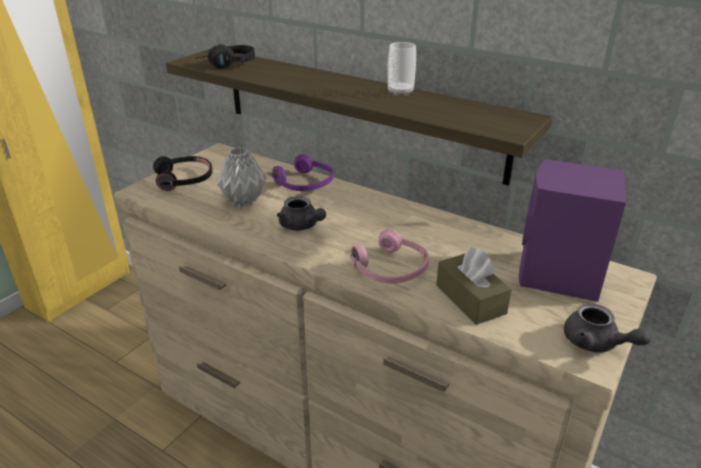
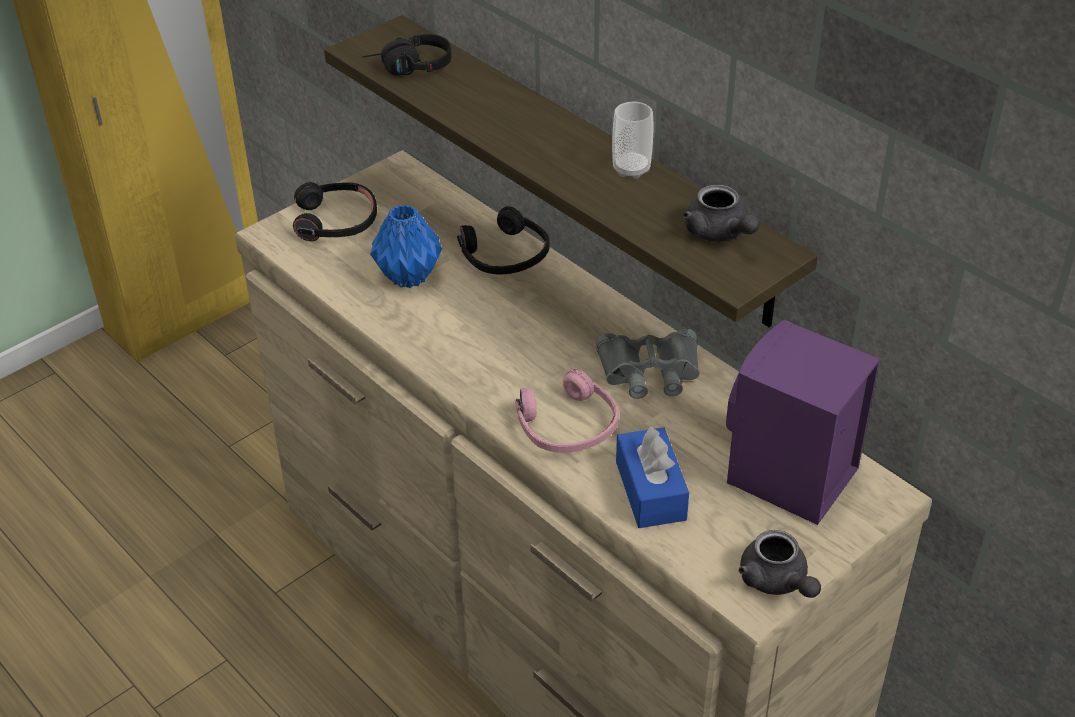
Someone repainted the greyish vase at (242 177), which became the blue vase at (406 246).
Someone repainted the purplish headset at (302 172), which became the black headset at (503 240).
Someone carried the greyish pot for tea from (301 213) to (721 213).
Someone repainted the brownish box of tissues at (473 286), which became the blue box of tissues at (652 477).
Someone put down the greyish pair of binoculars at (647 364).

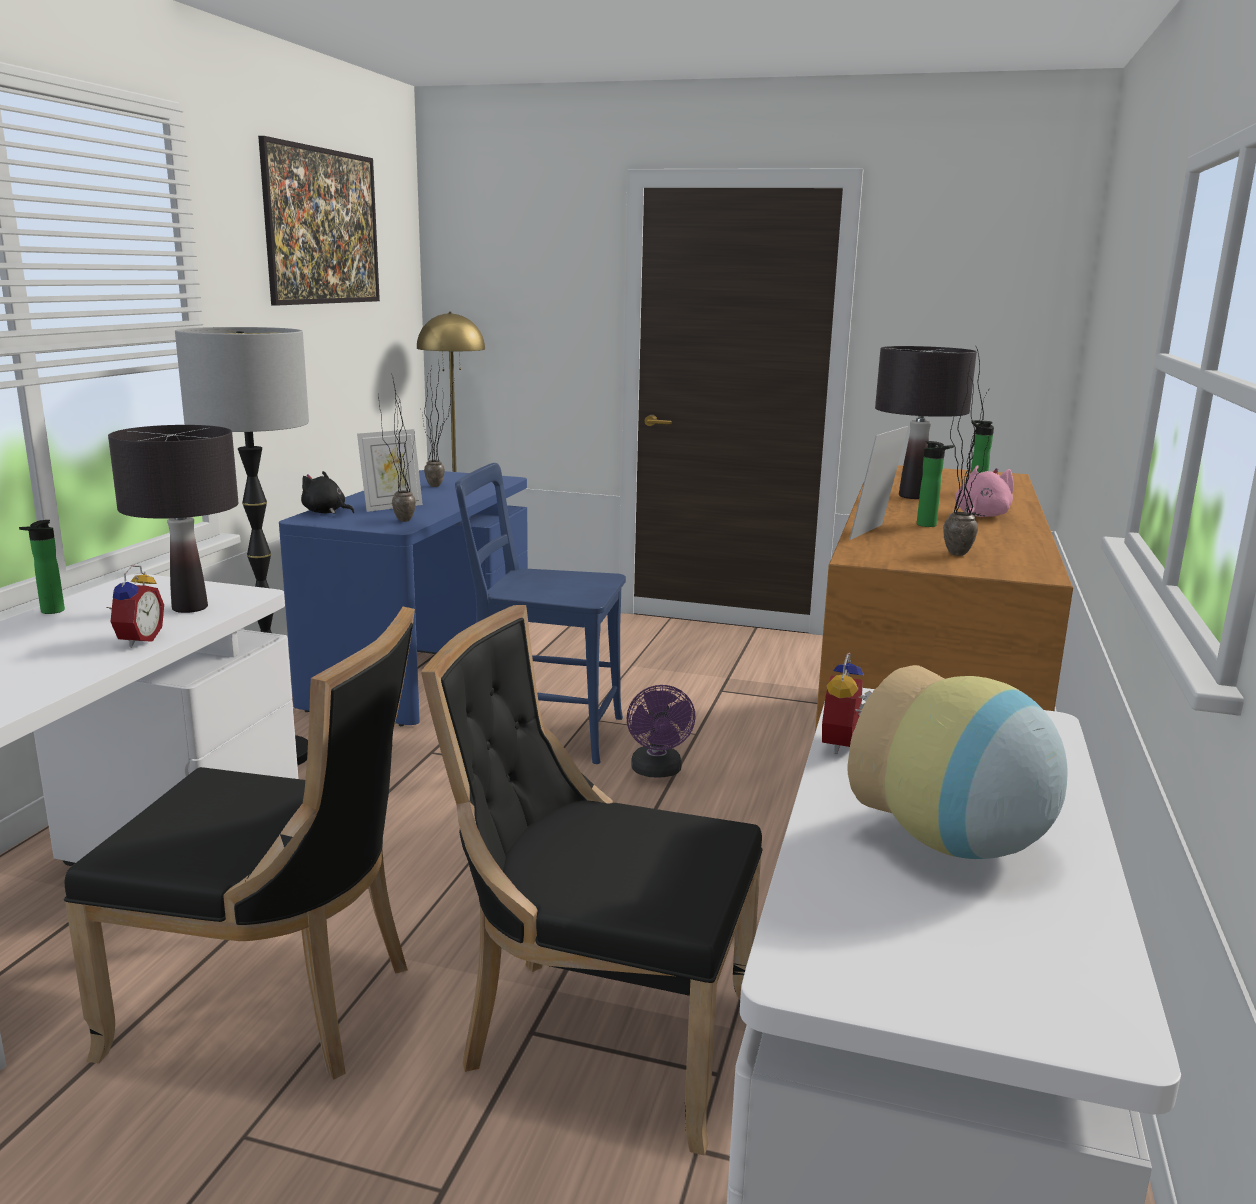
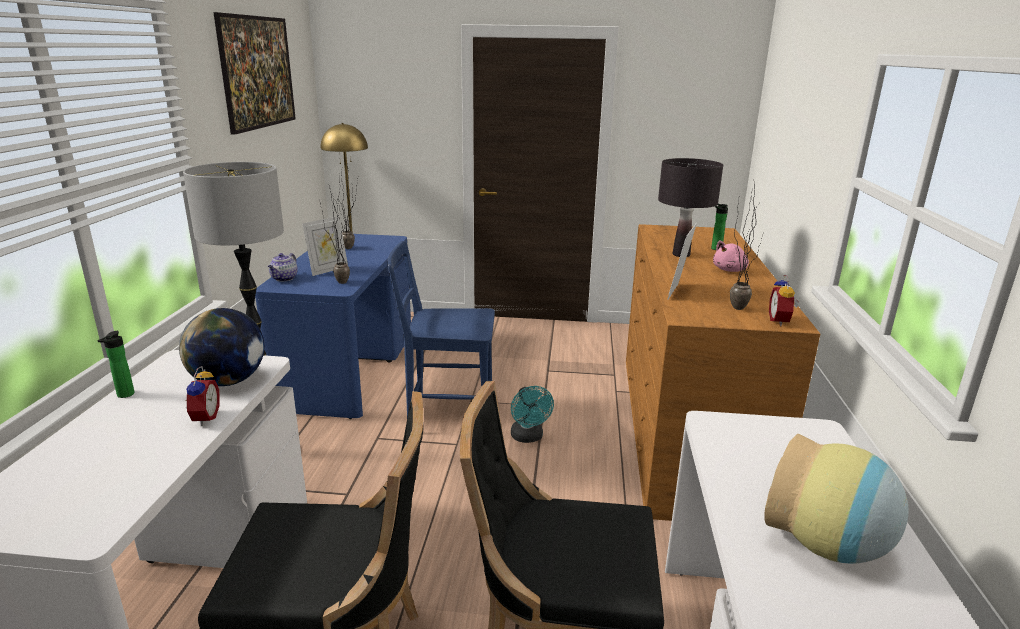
Someone swapped the black lamp for a table at (173 519) for the desk globe at (221 347).
Someone took away the drink bottle at (935 484).
Someone rotated the pinkish soft toy at (984 491) by 150 degrees counterclockwise.
Someone swapped the black soft toy at (327 492) for the pot for tea at (283 267).
Someone carried the bedside clock from (847 703) to (784 300).
Someone repainted the purplish cooling fan at (661 731), which became the blue-green cooling fan at (532 414).

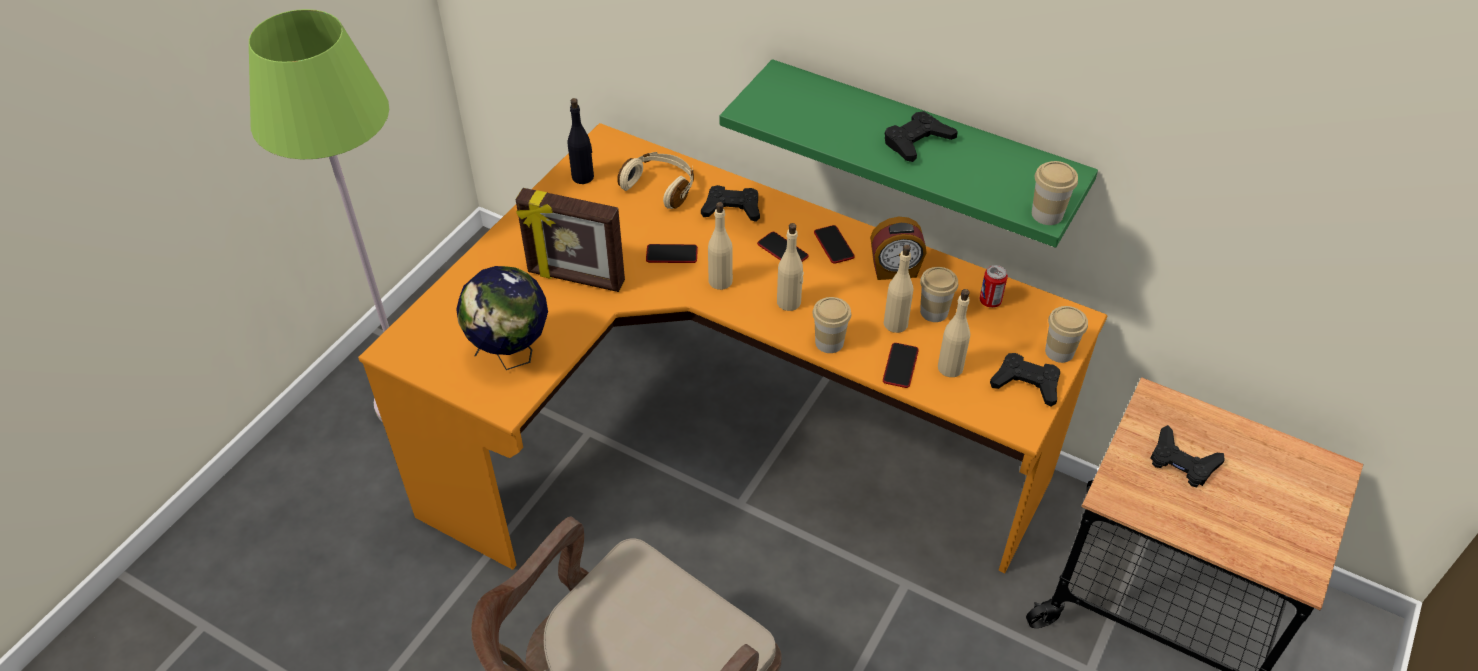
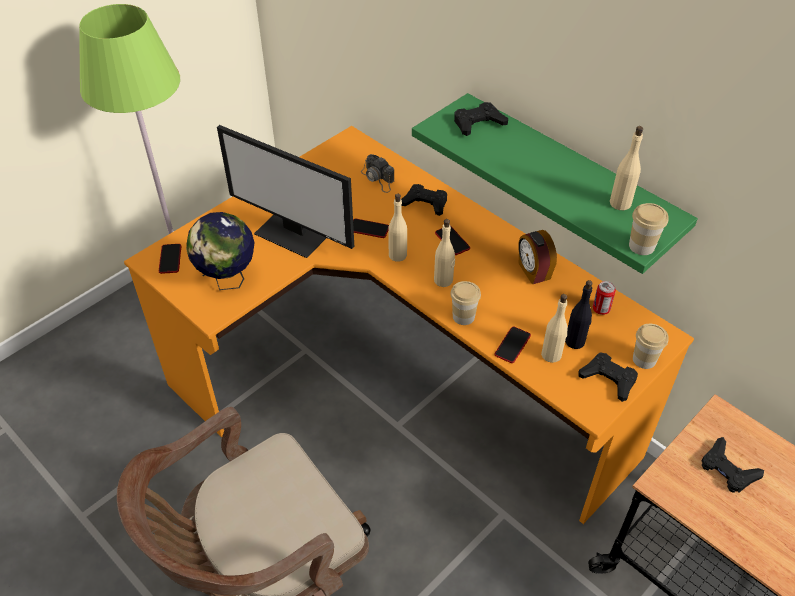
Someone carried the black drink bottle from (581 141) to (579 314).
Someone carried the black joypad from (921 136) to (481 119).
Someone swapped the sand-coloured headset at (655 180) for the photo camera at (377 173).
Someone swapped the picture frame at (570 240) for the monitor at (285 191).
Someone rotated the bedside clock at (898 248) by 60 degrees clockwise.
Someone carried the handset from (834 244) to (170 259).
Someone carried the sand-coloured drink bottle from (898 289) to (626 168).
Someone took away the cup at (939 294).

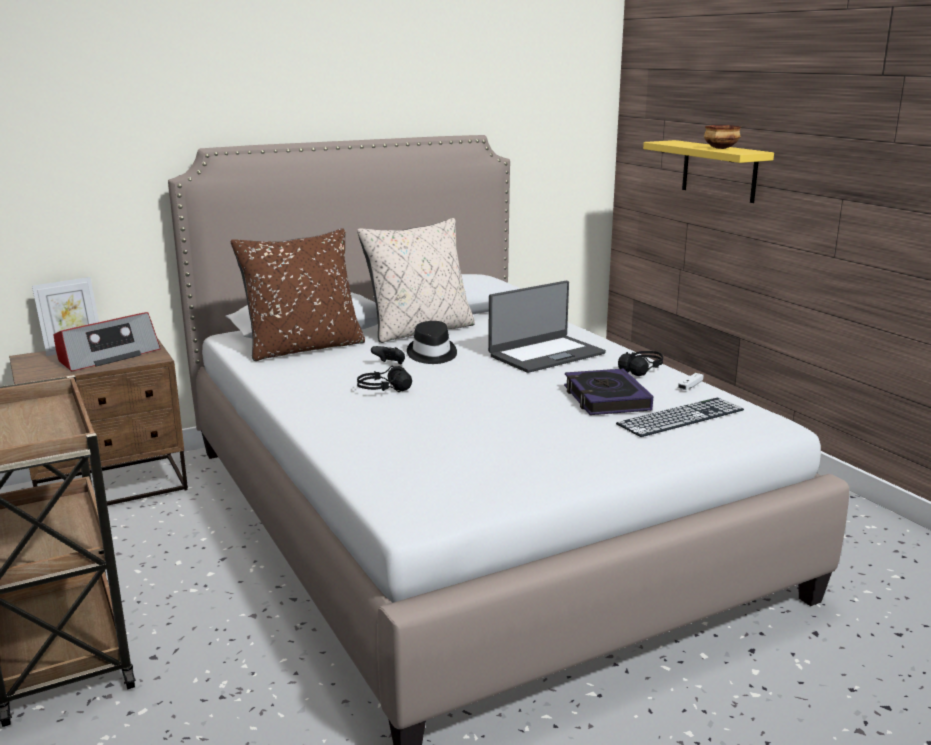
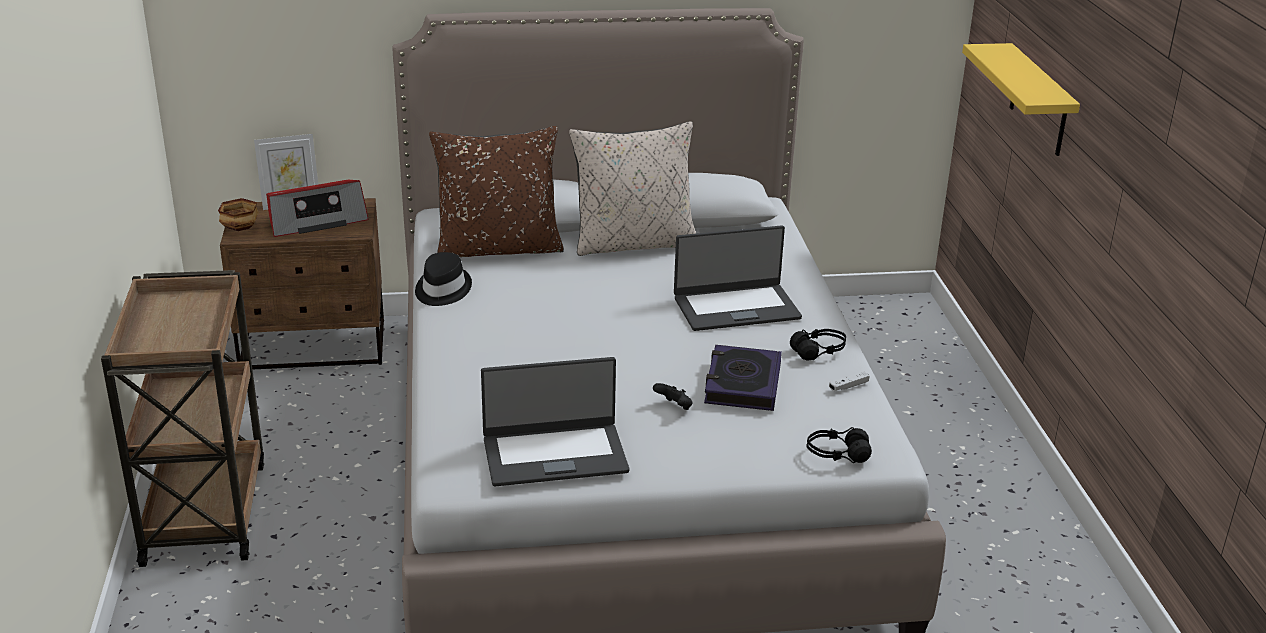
Someone carried the deep dish from (722 137) to (238 214).
Someone carried the black clothing hat from (432 342) to (443 279).
Someone carried the black joypad from (388 355) to (673 396).
Someone carried the black headset from (384 378) to (839 445).
Someone took away the keyboard at (680 417).
Someone put down the laptop at (555 421).

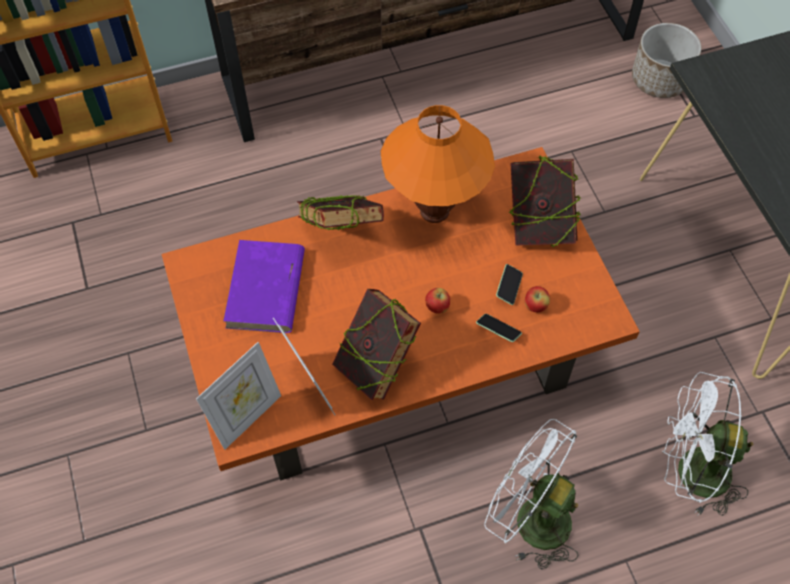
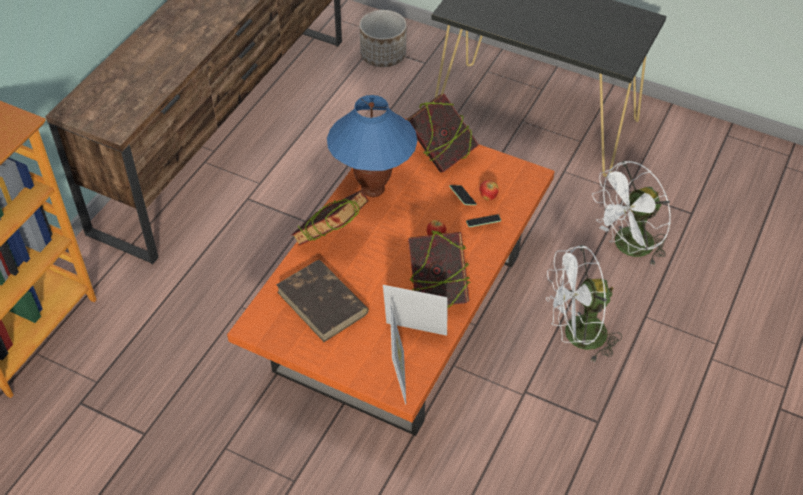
Someone repainted the orange lamp for a table at (437 164), which became the blue lamp for a table at (372 146).
Someone repainted the purplish volume at (264 286), which became the brownish volume at (322 301).

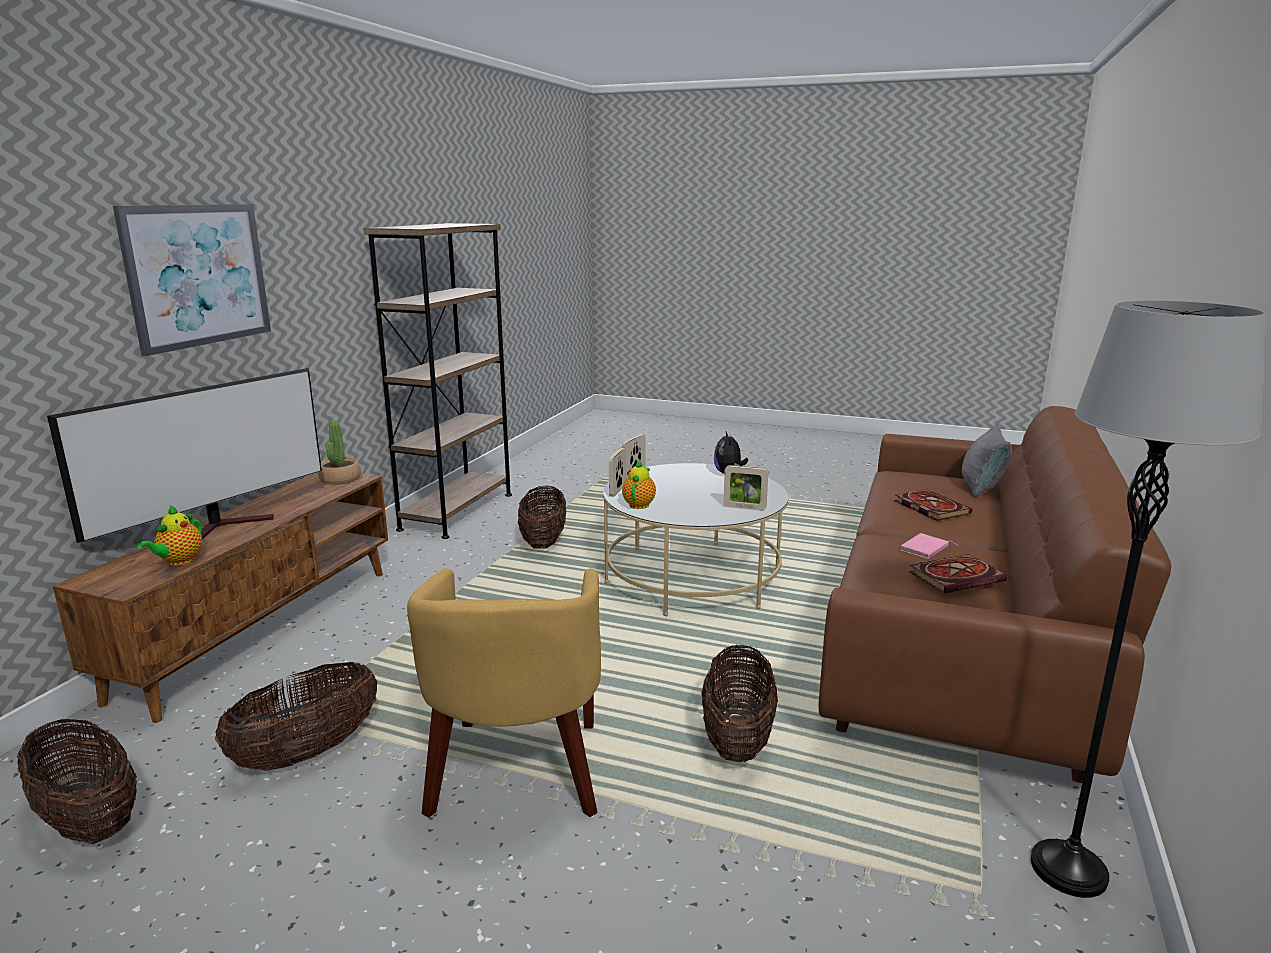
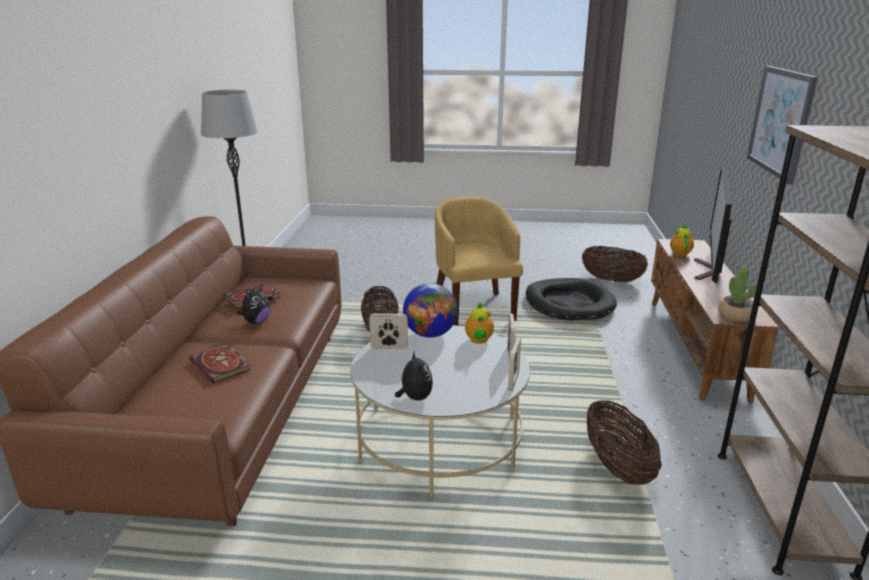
Someone took away the greyish cushion at (986 460).
Someone swapped the pinkish volume at (929 546) for the soft toy at (253 304).
Someone swapped the household basket at (296 716) for the black dog cushion at (571 299).
Someone put down the desk globe at (430 310).

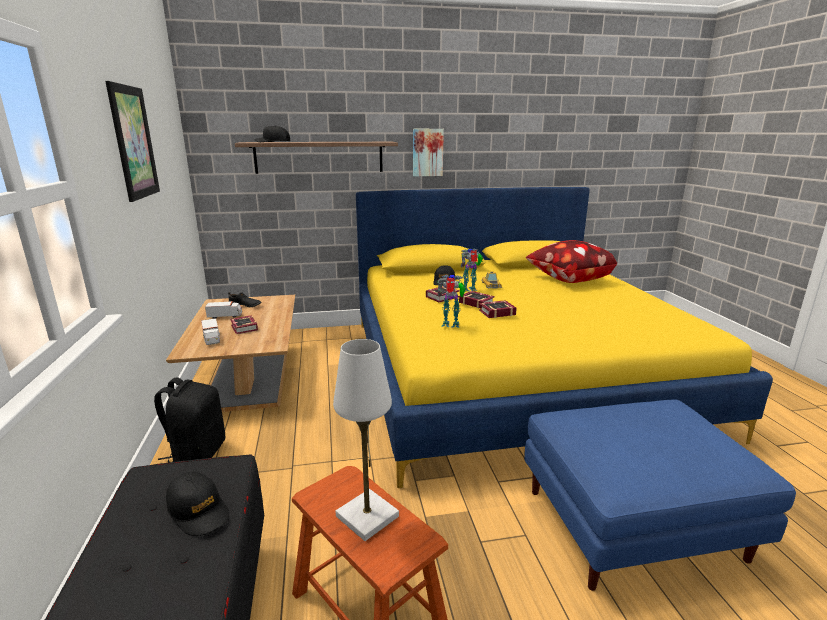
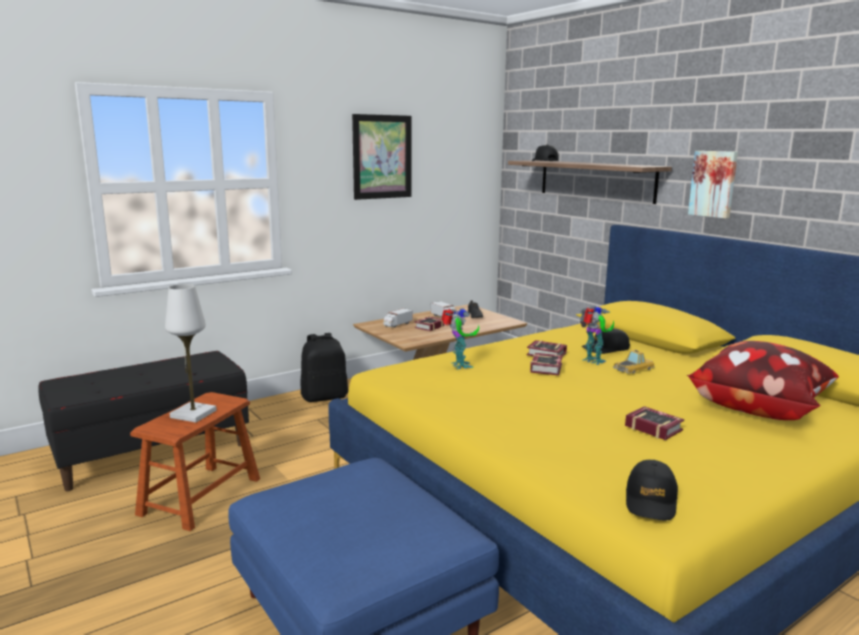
Someone carried the volume from (498 309) to (654 423).
Someone carried the black cap from (197 503) to (652 490).

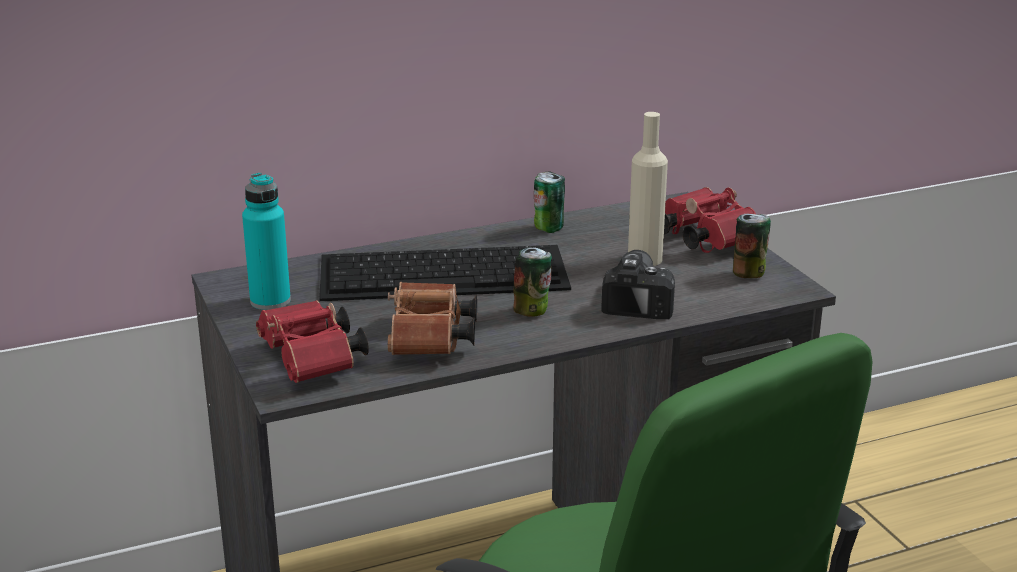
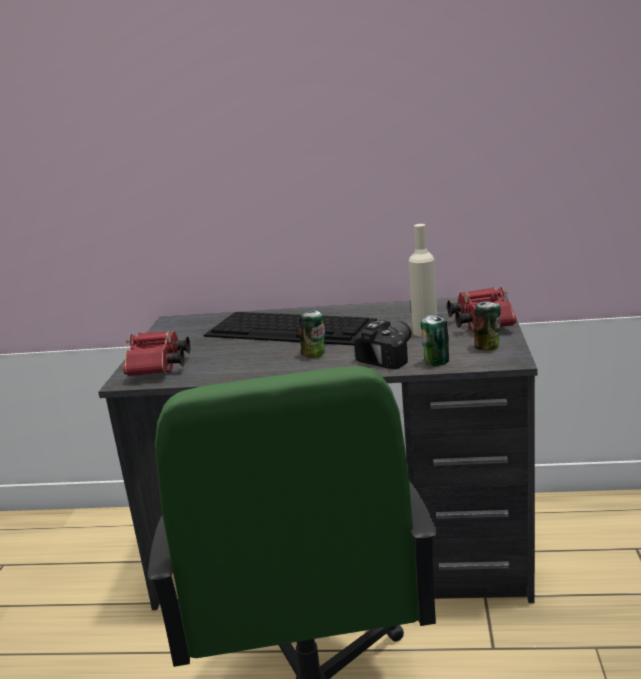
Someone carried the can from (549 202) to (434 340).
Someone took away the blue-green drink bottle at (266 241).
Someone took away the brownish pair of binoculars at (432 318).

